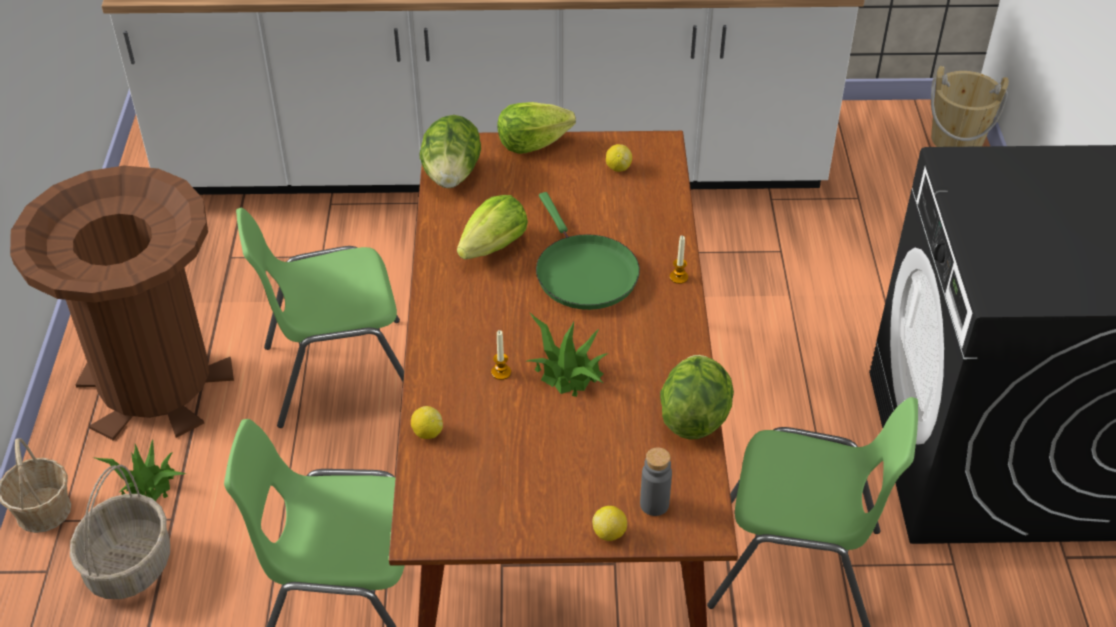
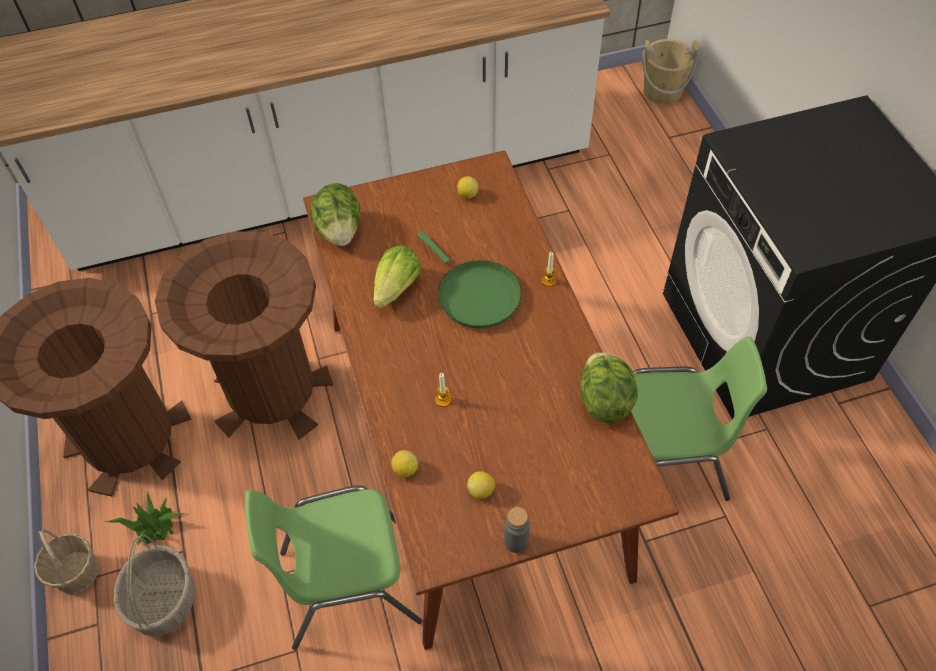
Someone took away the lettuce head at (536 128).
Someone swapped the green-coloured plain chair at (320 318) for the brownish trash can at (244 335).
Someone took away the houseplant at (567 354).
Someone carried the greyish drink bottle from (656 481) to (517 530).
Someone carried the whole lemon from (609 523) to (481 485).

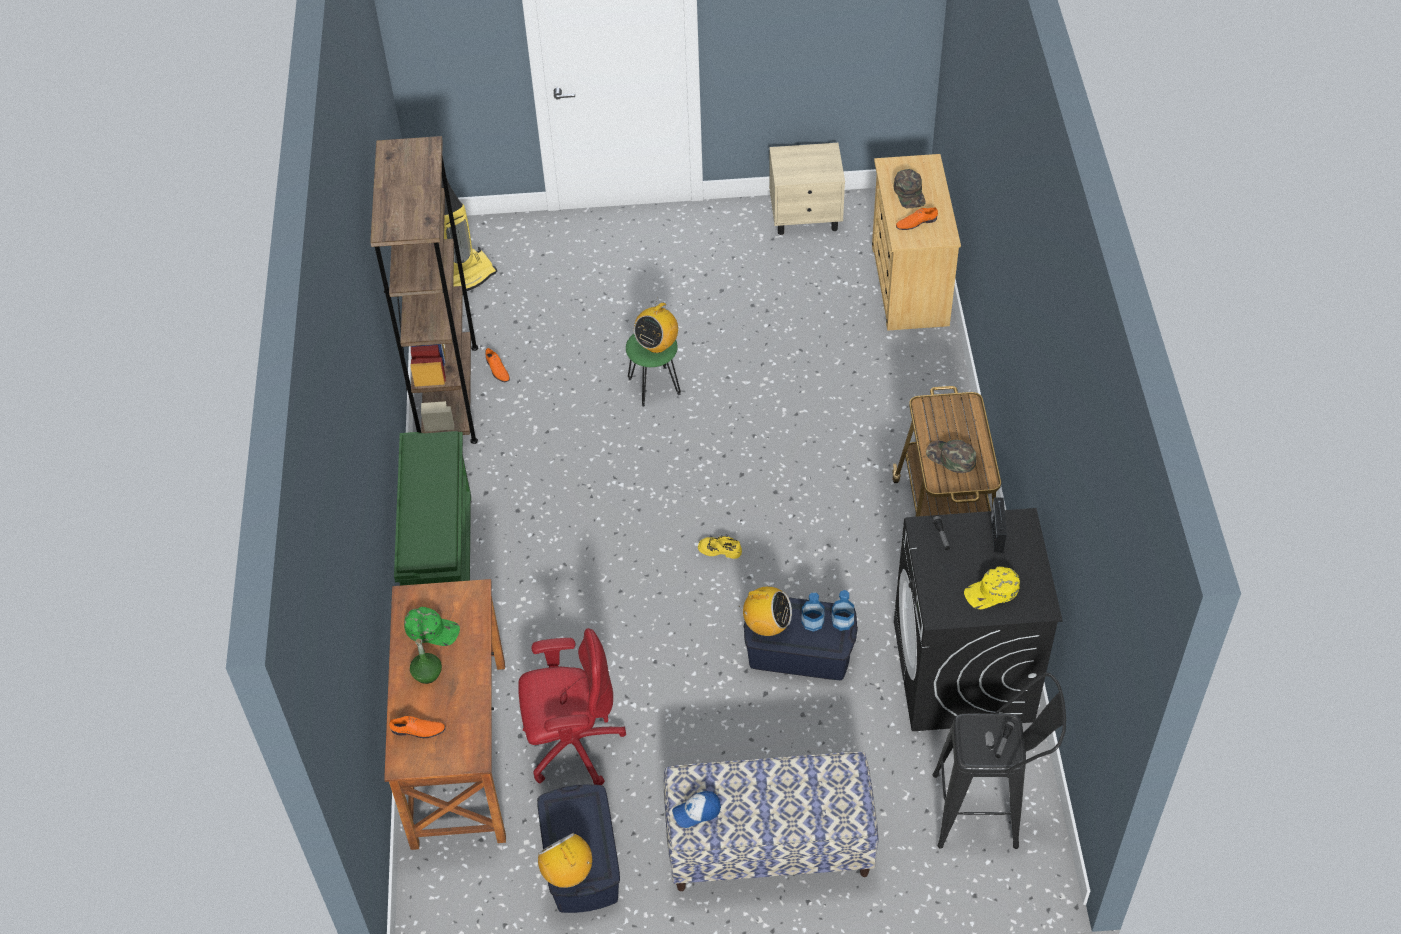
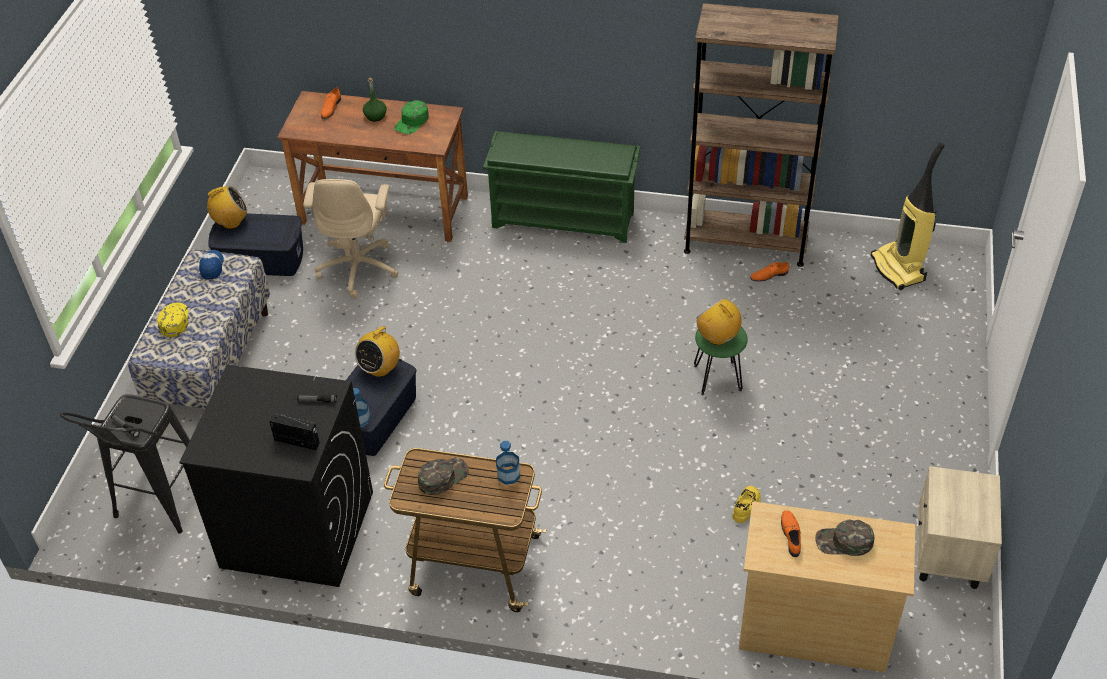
Someone carried the yellow item of footwear from (720 547) to (746 504).
Someone carried the yellow cap from (992 587) to (172 319).
Someone carried the drink bottle from (813 612) to (508 463).
Someone repainted the red computer chair at (572 706), which became the sand-coloured computer chair at (351 238).

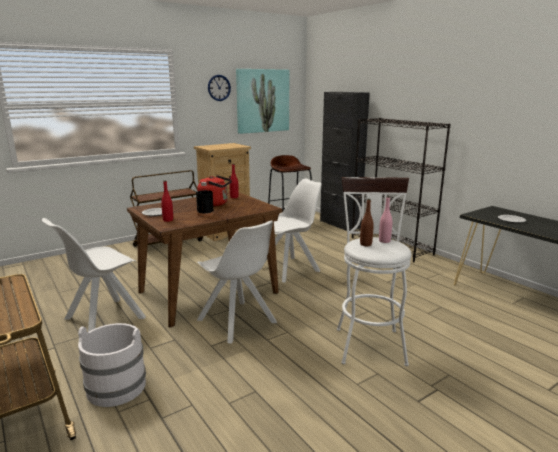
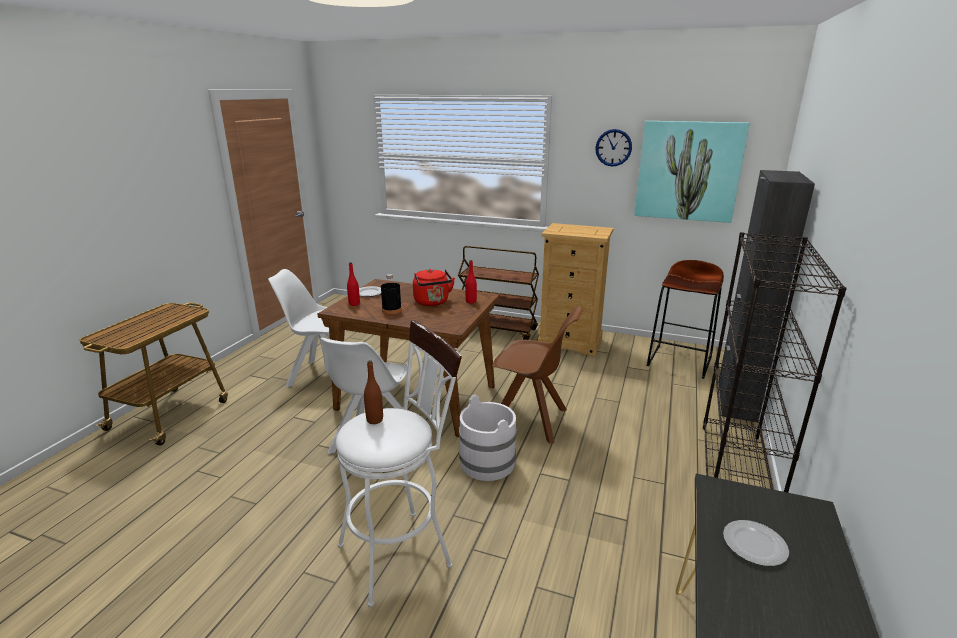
Someone repainted the white-coloured plain chair at (293 230), which became the brownish plain chair at (537 375).
Someone took away the pinkish drink bottle at (385 219).
Someone carried the white-coloured pail from (112 365) to (488 437).

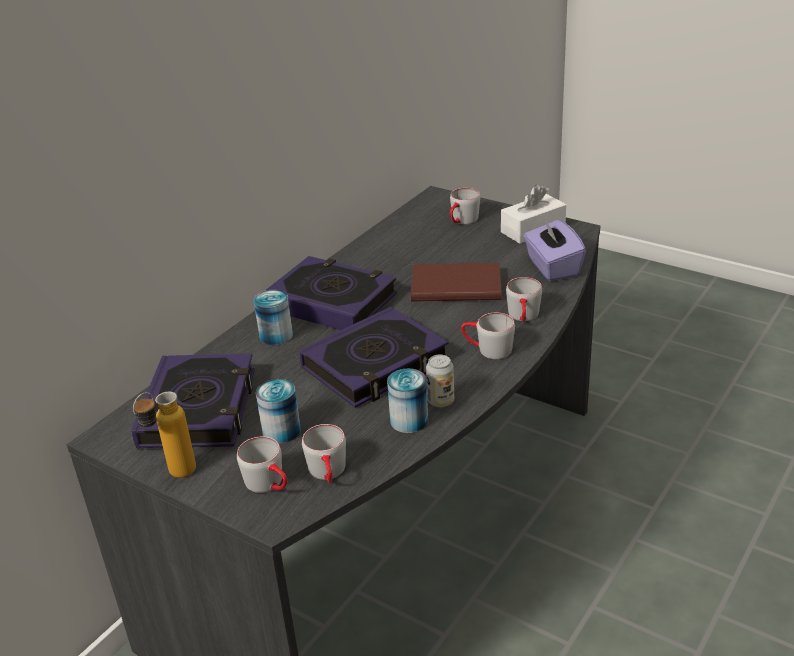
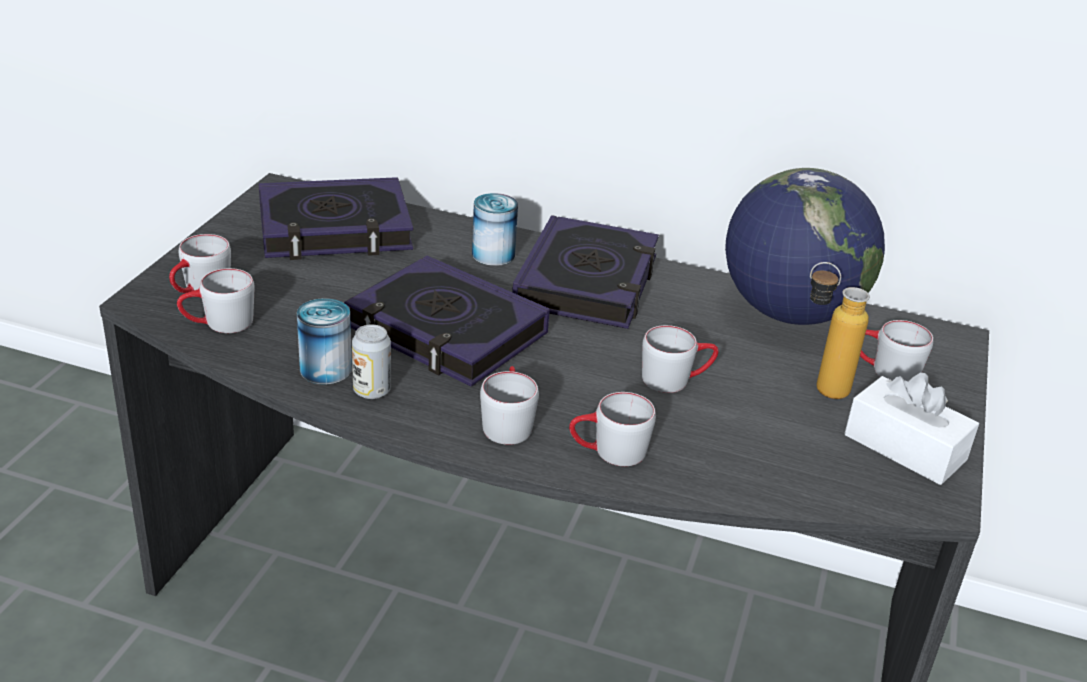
Someone took away the purplish box of tissues at (554 250).
Someone swapped the brownish volume at (456 282) for the greyish coffee mug at (680 359).
Someone took away the can at (278 411).
Someone carried the drink bottle from (164 434) to (840 330).
Someone put down the desk globe at (805 246).

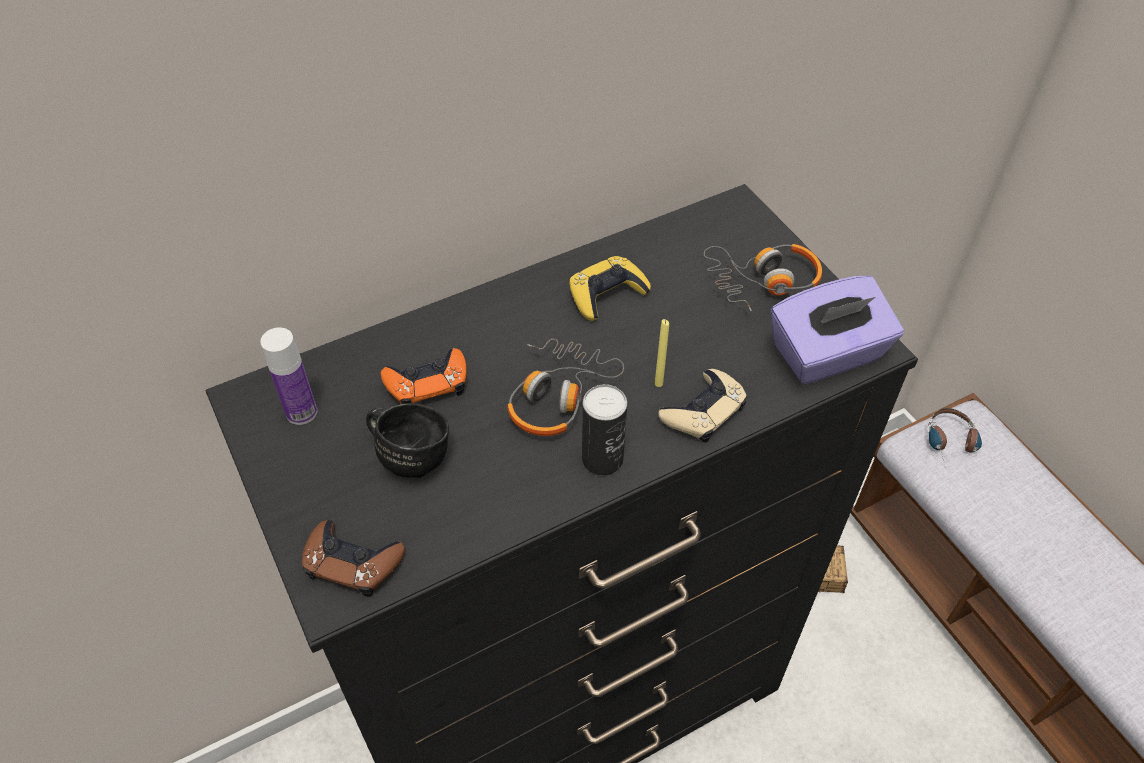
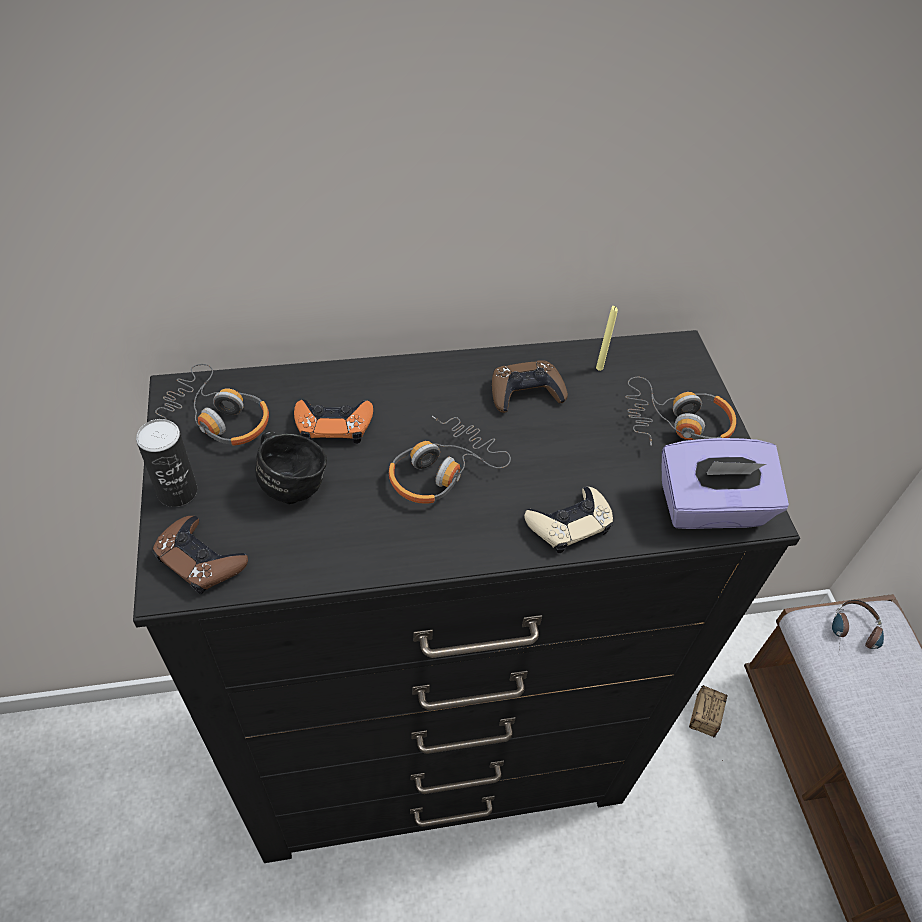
Someone repainted the yellow joypad at (610 288), which became the brownish joypad at (530 387).
Someone carried the yellow wax light from (662 353) to (607 338).
Someone swapped the drink bottle at (288 376) for the headset at (212 405).
Someone carried the can from (604 430) to (166 463).

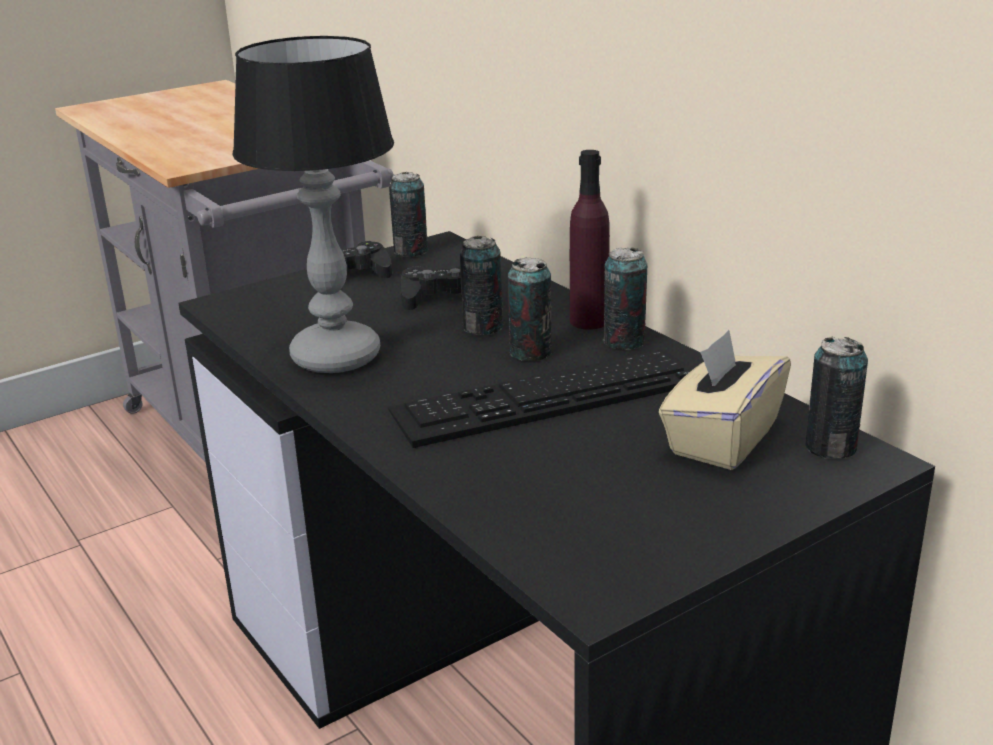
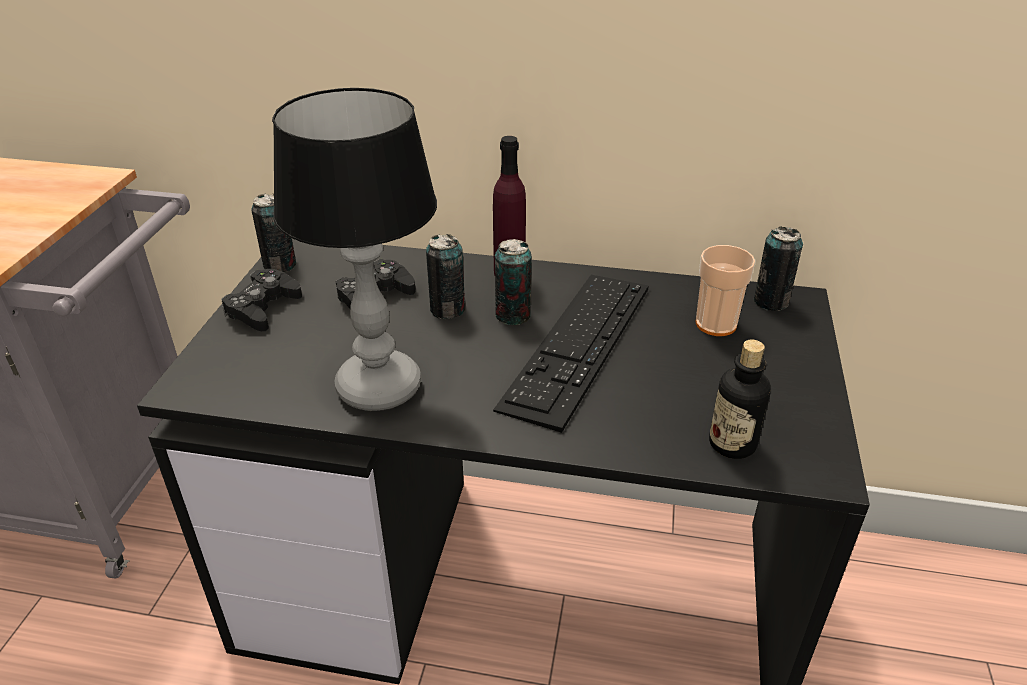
Someone took away the can at (625 299).
Someone swapped the sand-coloured box of tissues at (725 400) for the cup at (725 290).
Someone put down the drink bottle at (740 399).

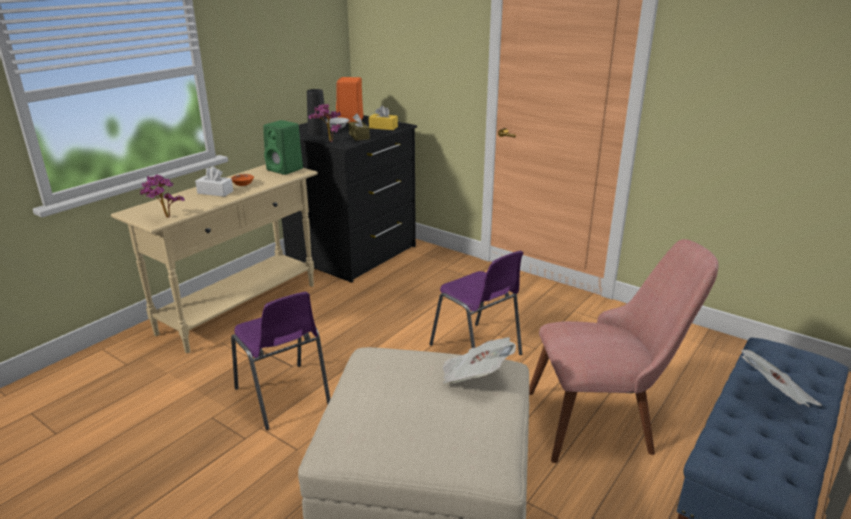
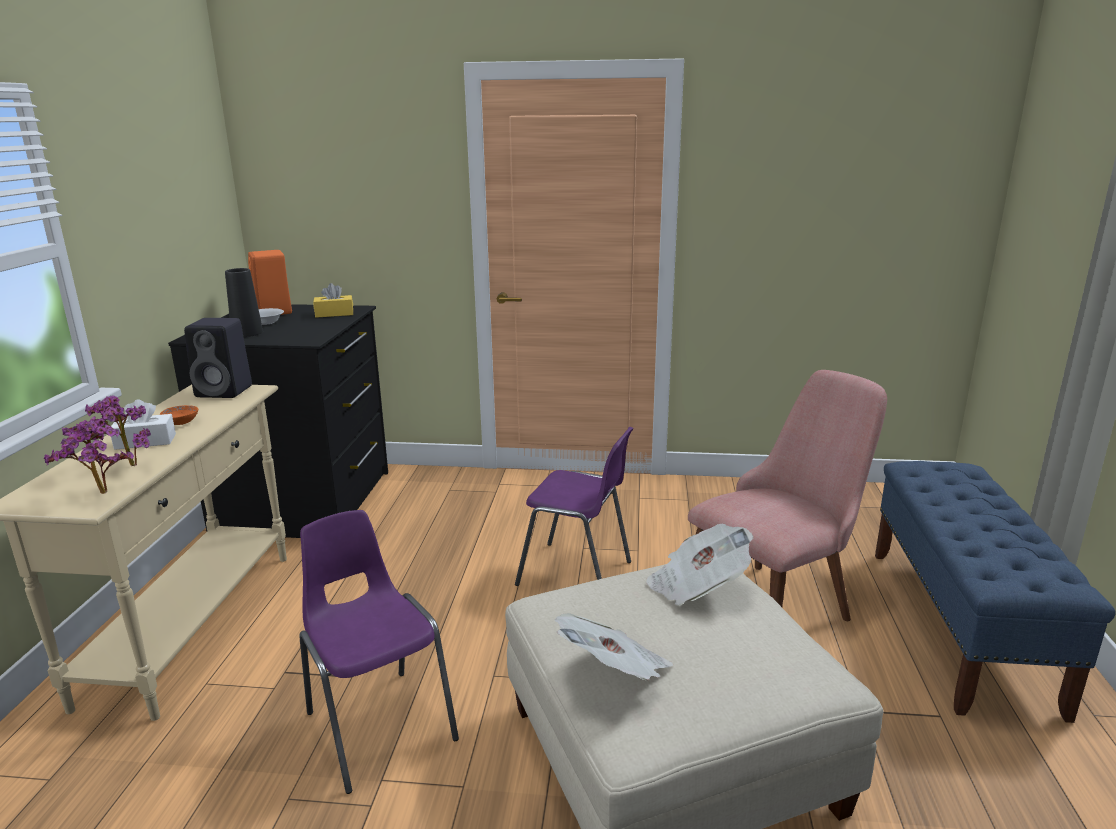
Someone carried the houseplant from (325 123) to (113 431).
Someone took away the brownish box of tissues at (359 127).
Someone repainted the green-coloured audio speaker at (283 147), which became the black audio speaker at (218 358).
Someone rotated the purplish plain chair at (280 361) by 150 degrees counterclockwise.
Someone carried the printed paper from (781 378) to (614 646).

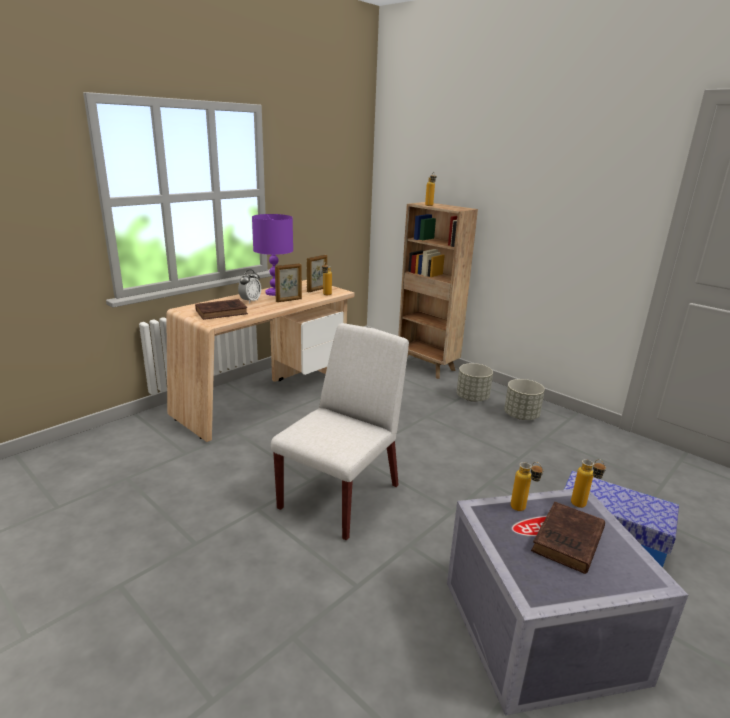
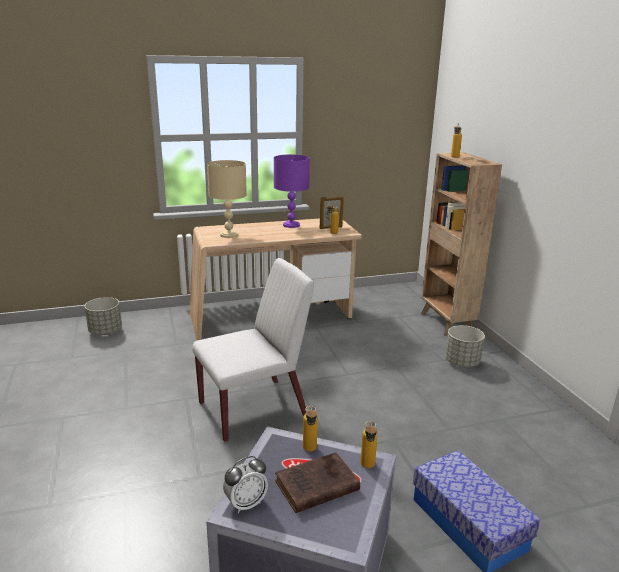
Someone took away the picture frame at (288 282).
Someone carried the bedside clock from (249 287) to (245 484).
Someone swapped the brownish volume at (221 309) for the sand-coloured lamp for a table at (227 199).
Someone carried the greyish plant pot from (524 399) to (103 316).

